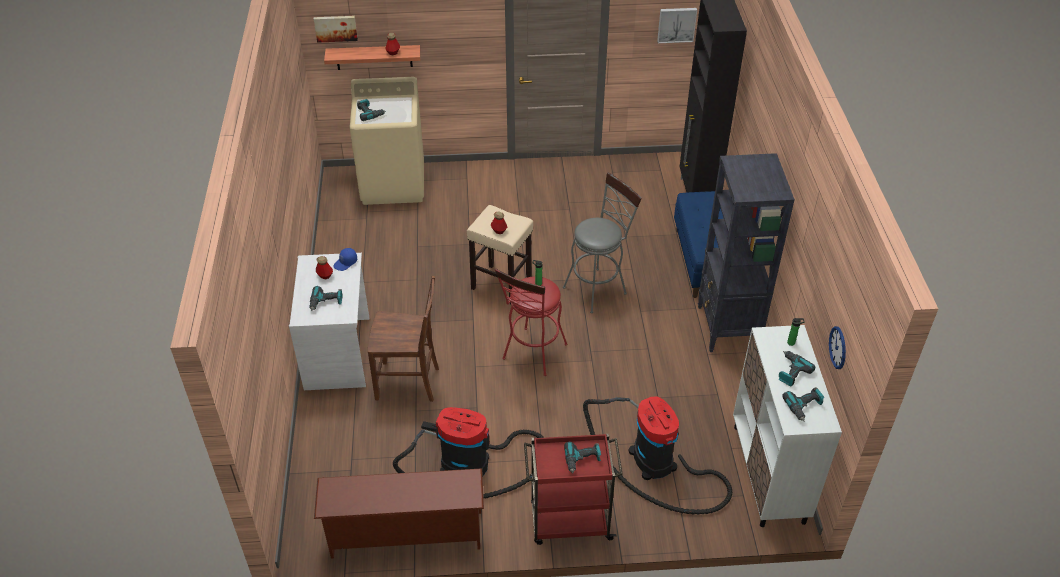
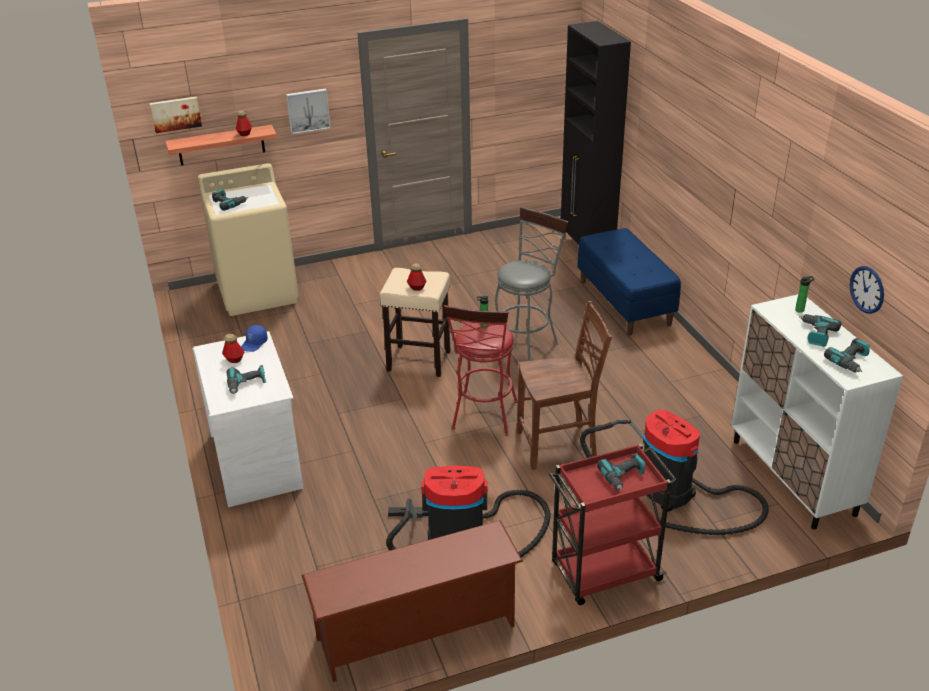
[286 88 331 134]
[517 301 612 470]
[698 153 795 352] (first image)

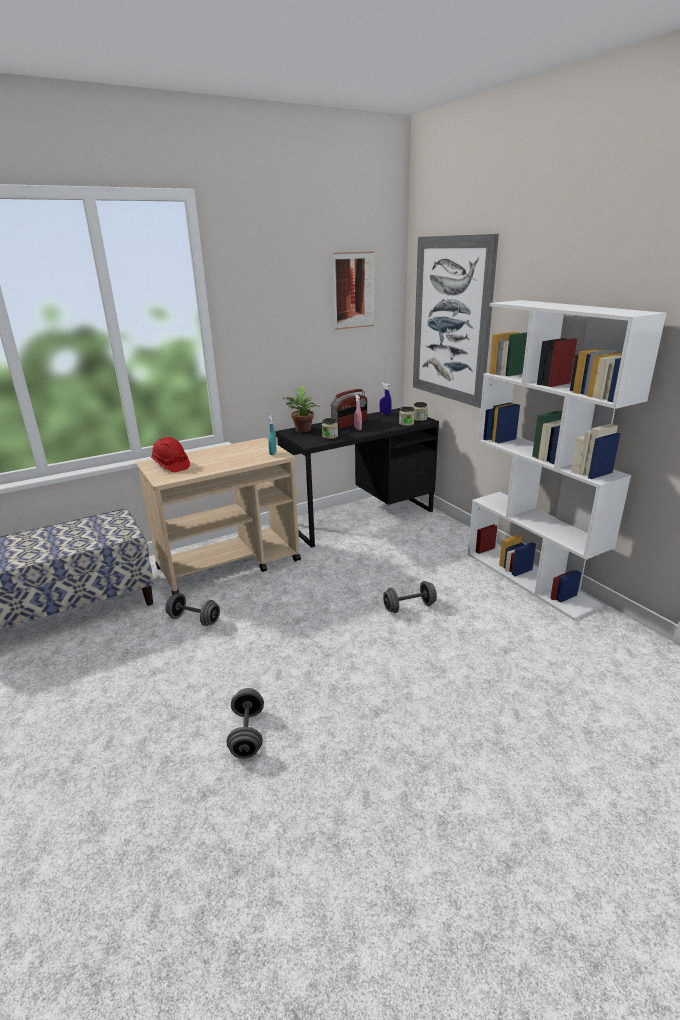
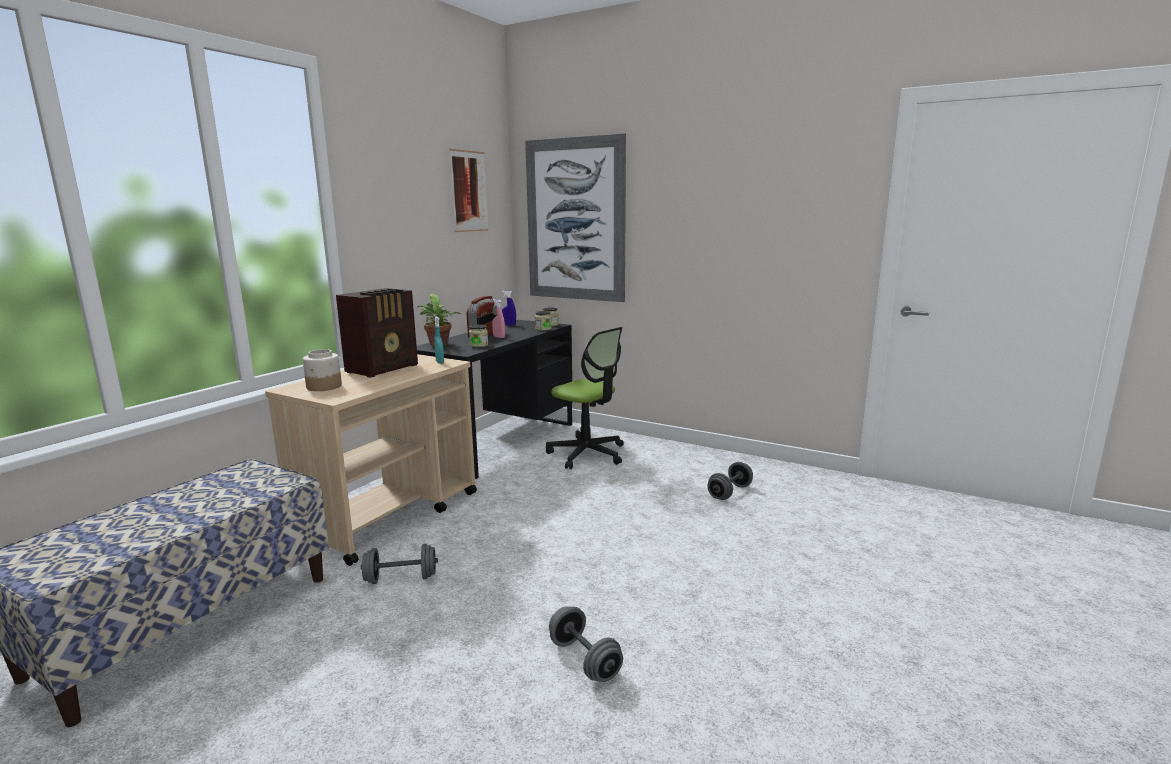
[303 349 342 391]
[336 288 418 378]
[546 327 624 469]
[707 462 753 500]
[468 300 667 621] (first image)

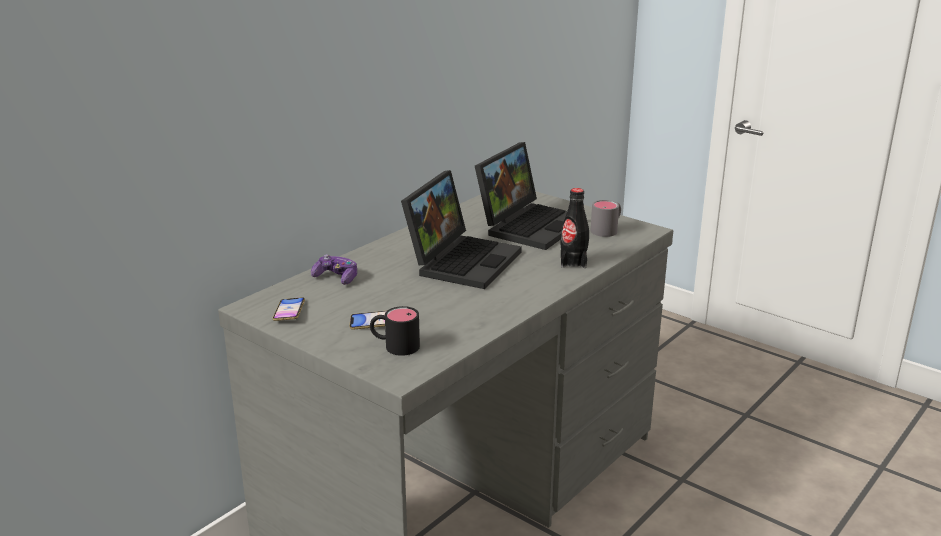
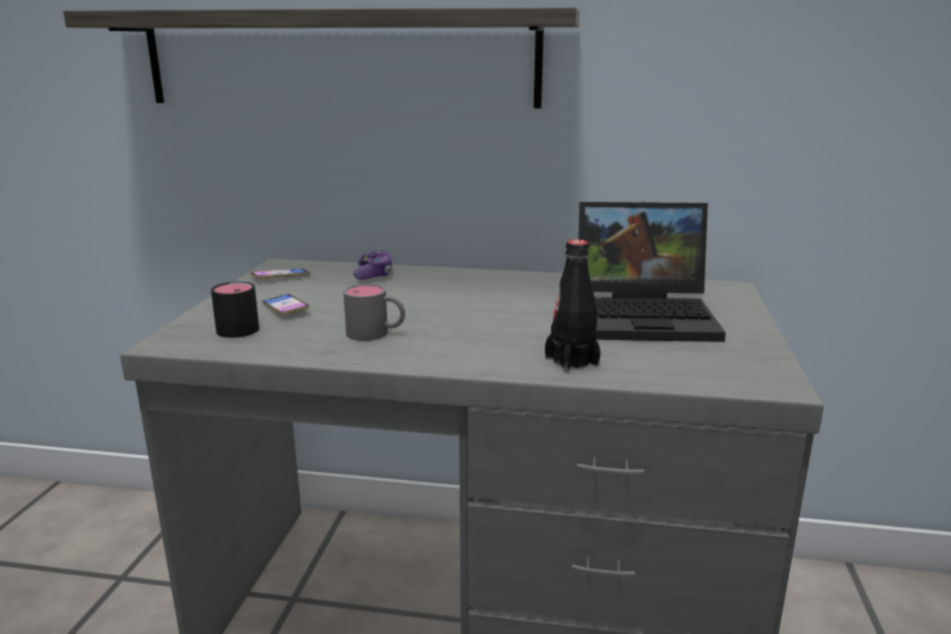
[63 7 580 108]
[343 284 405 341]
[401 170 522 289] (first image)

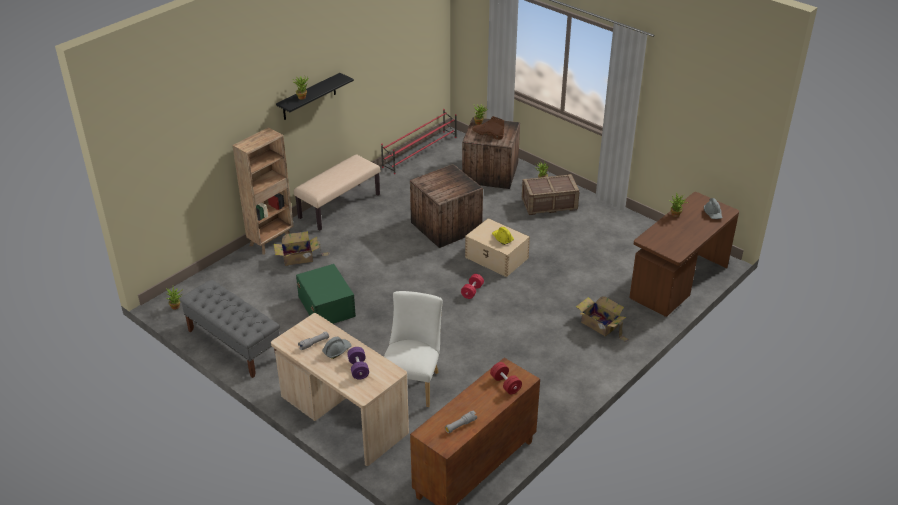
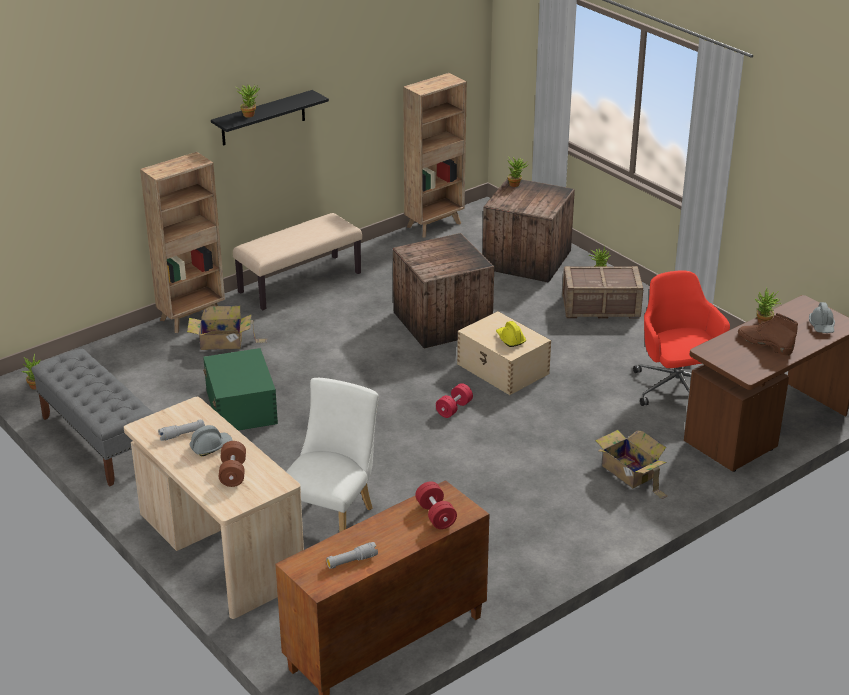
[219 441 246 487]
[403 73 467 238]
[633 270 730 406]
[738 313 798 355]

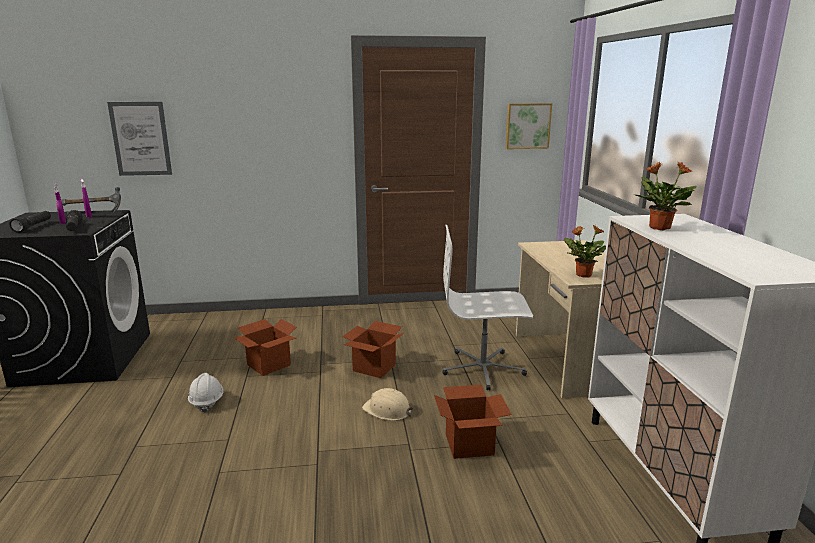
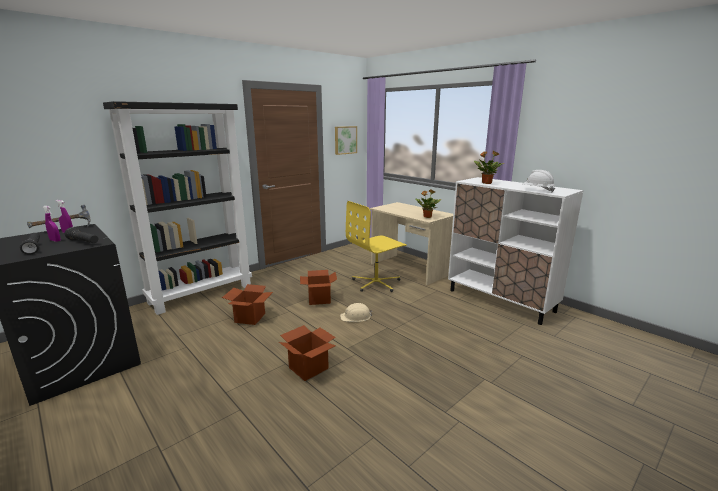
[103 101 252 315]
[279 325 336 381]
[346 201 407 292]
[522 170 555 192]
[107 102 172 176] (first image)

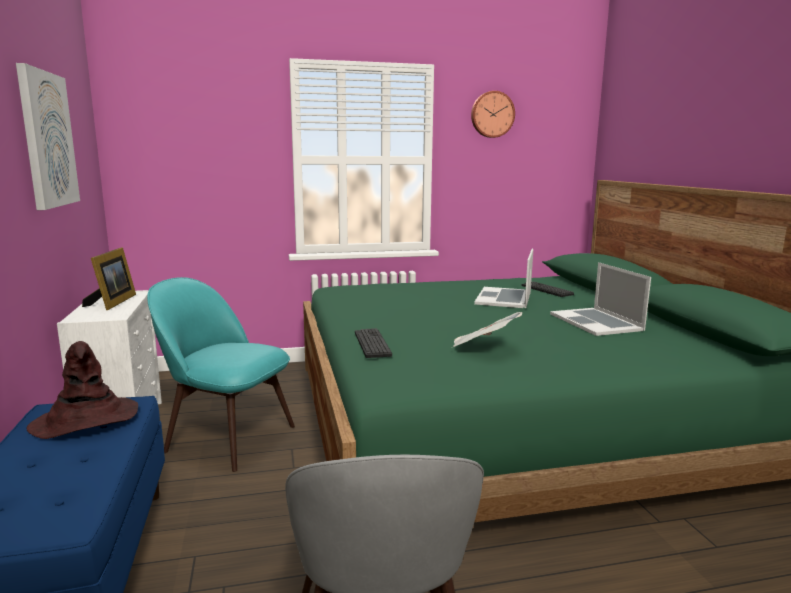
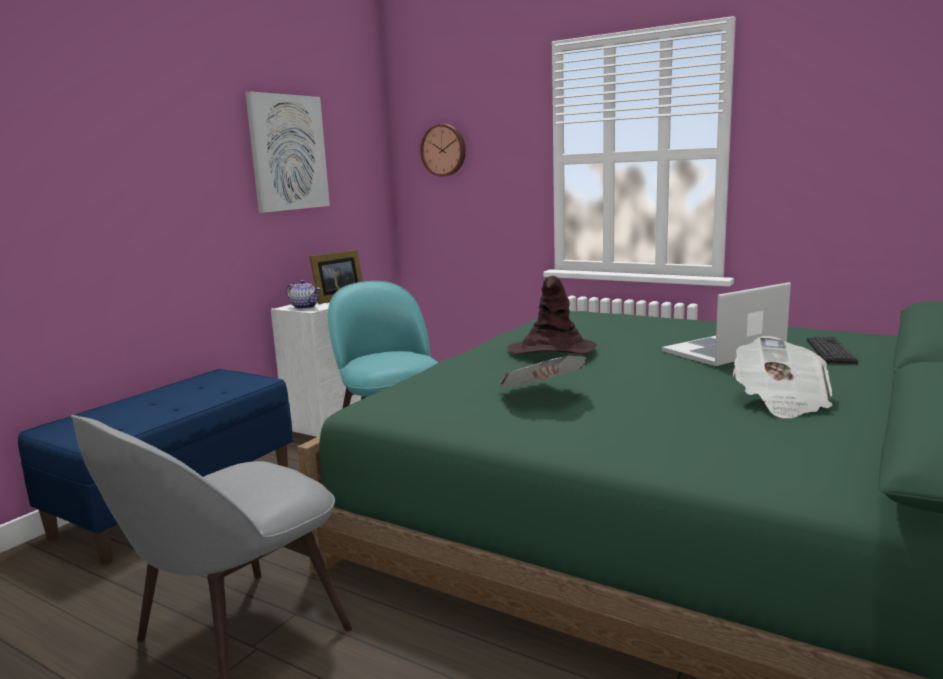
[286 280 320 309]
[420 124 466 177]
[507 276 597 354]
[733 336 832 418]
[355 328 392 358] (first image)

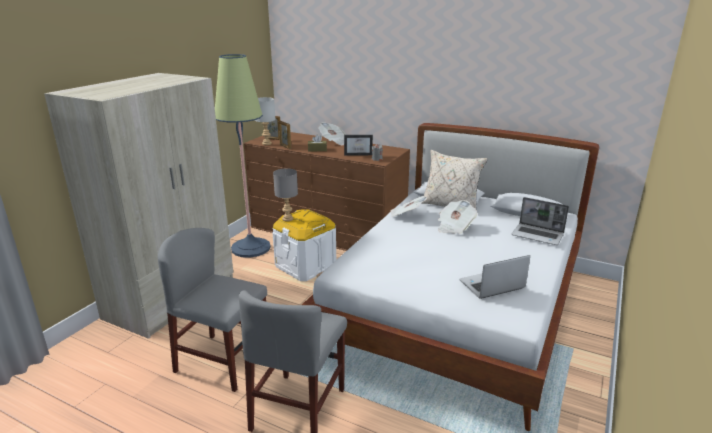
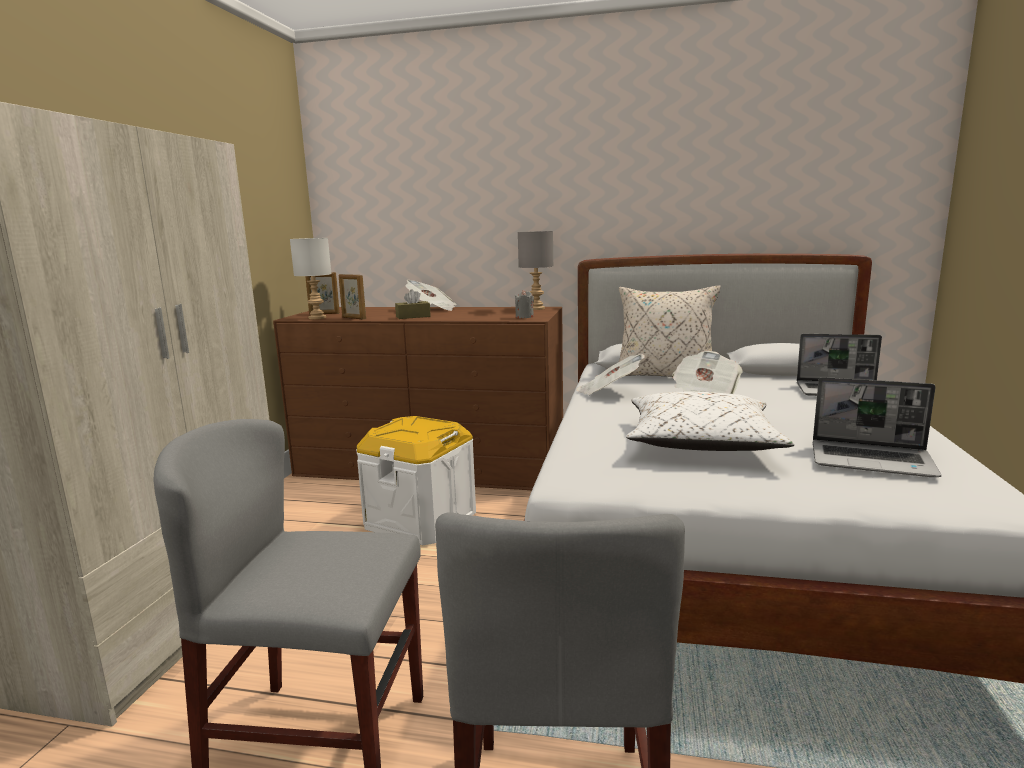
[518 231 553 310]
[626 392 794 451]
[813 377 941 477]
[215 54 271 258] (first image)
[344 135 373 156] (first image)

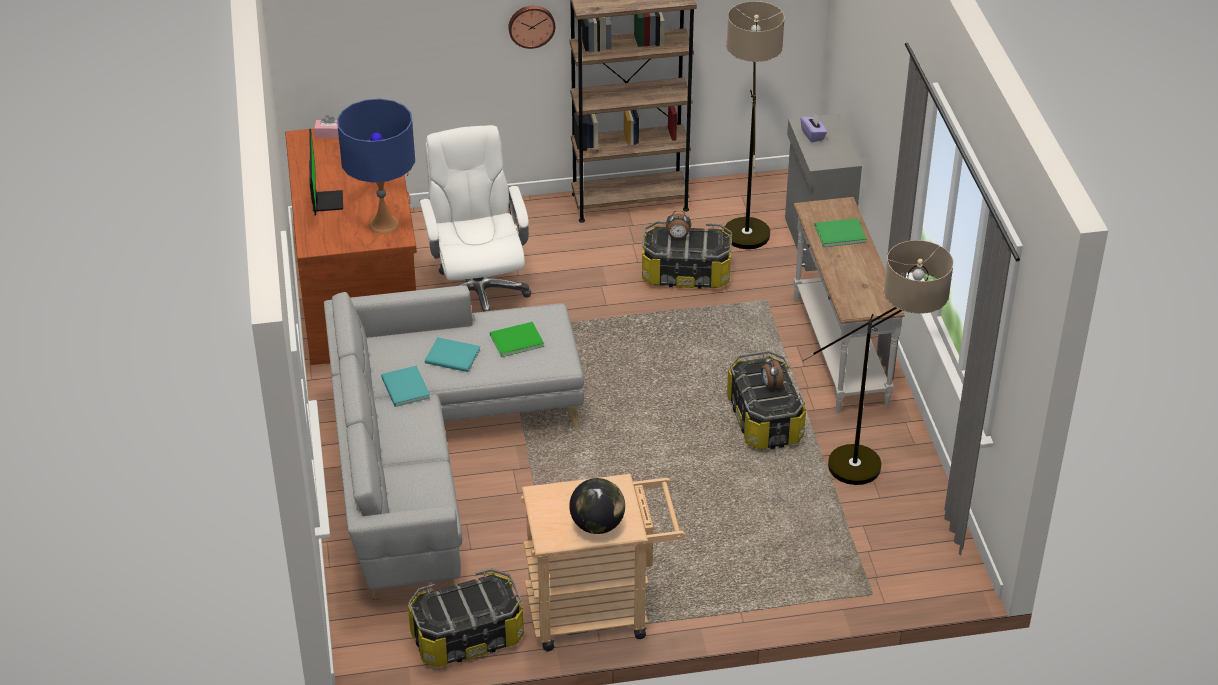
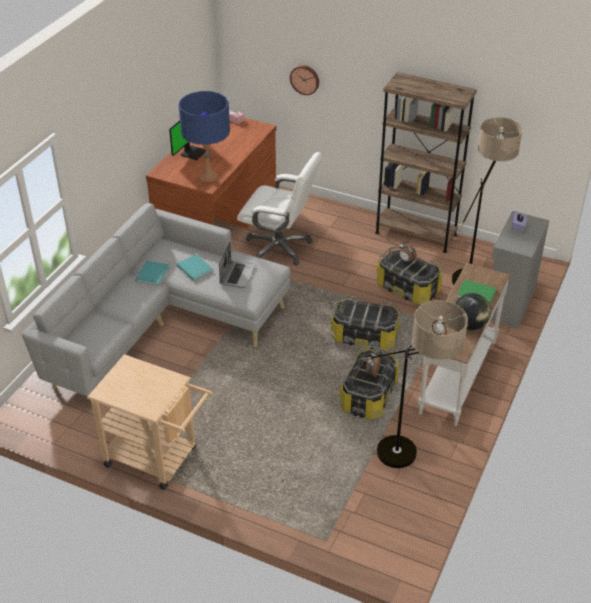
[219 242 256 288]
[237 152 322 265]
[290 65 319 95]
[331 295 400 350]
[455 293 491 330]

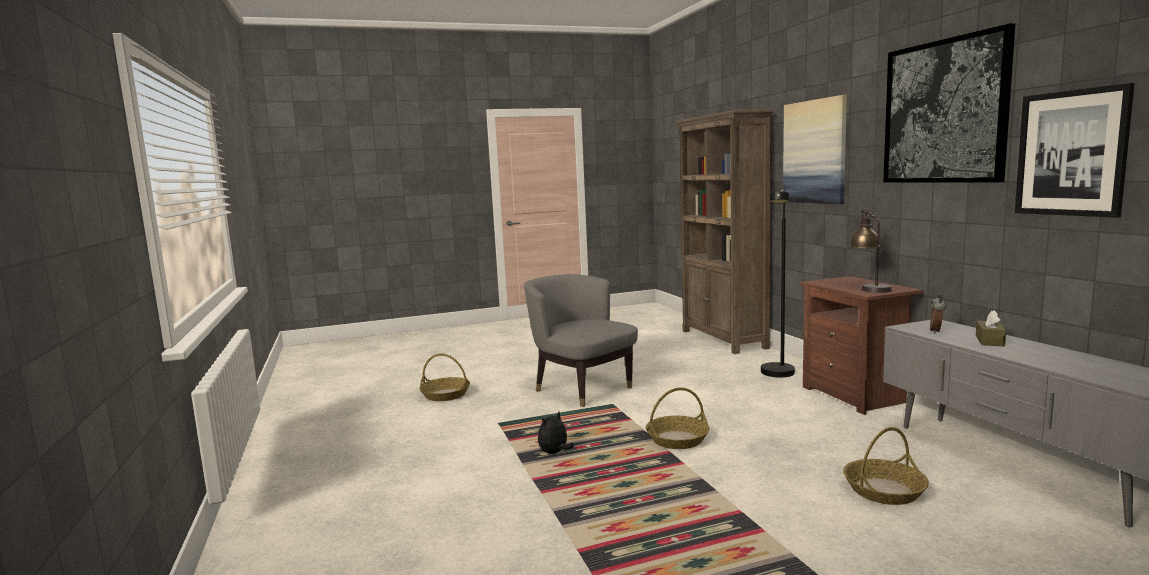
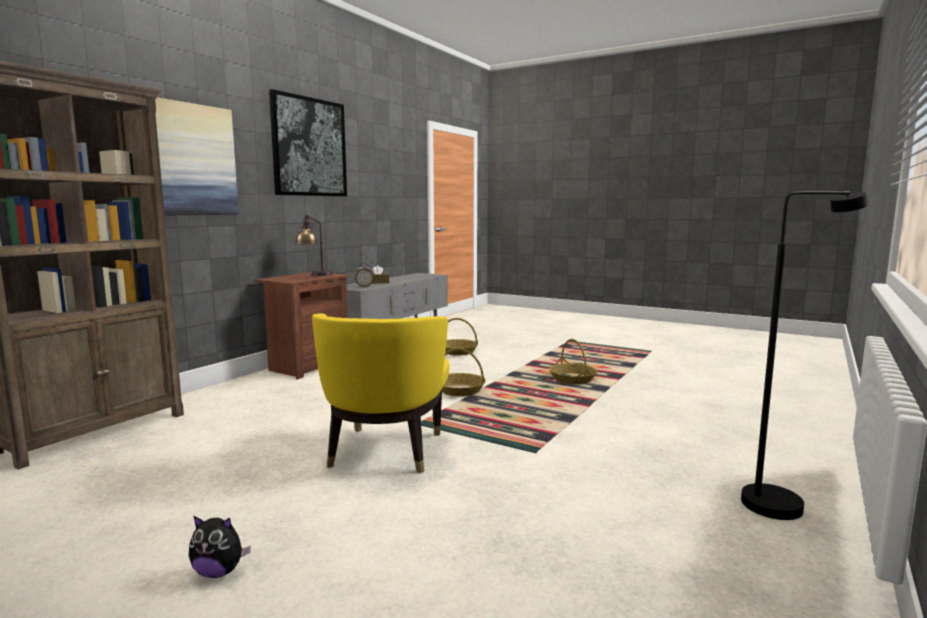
[189 516 251 578]
[312 313 449 473]
[549 339 598 384]
[741 191 868 520]
[1015 83 1135 218] (first image)

